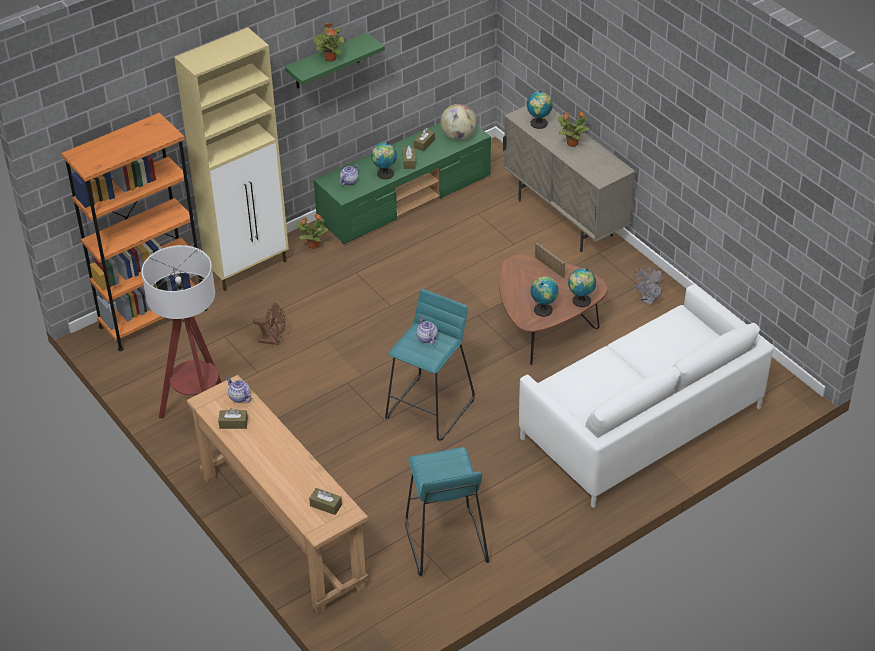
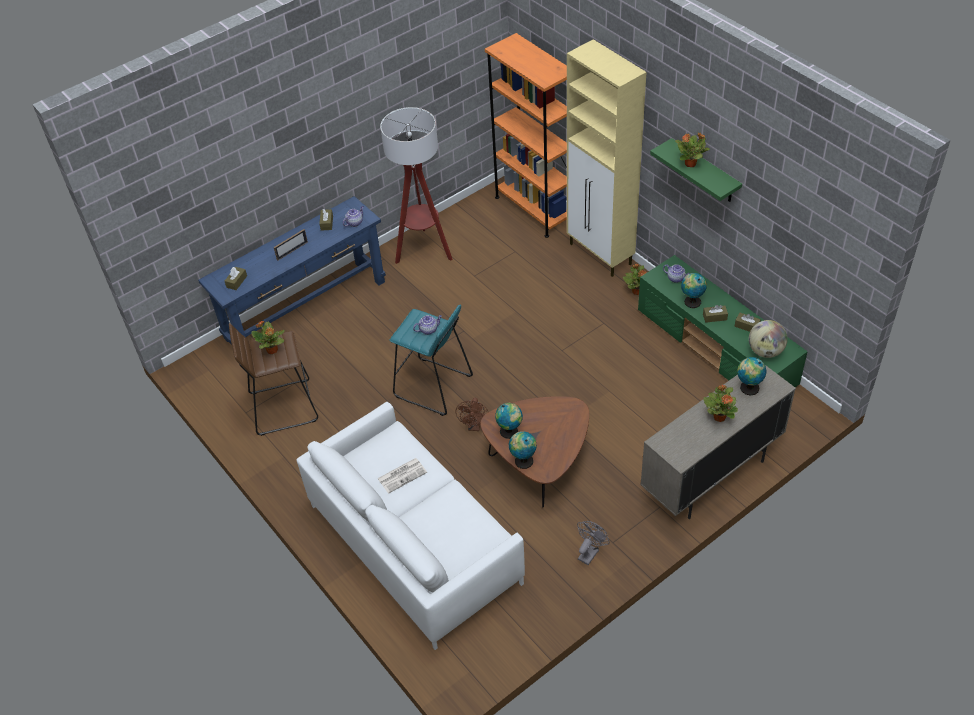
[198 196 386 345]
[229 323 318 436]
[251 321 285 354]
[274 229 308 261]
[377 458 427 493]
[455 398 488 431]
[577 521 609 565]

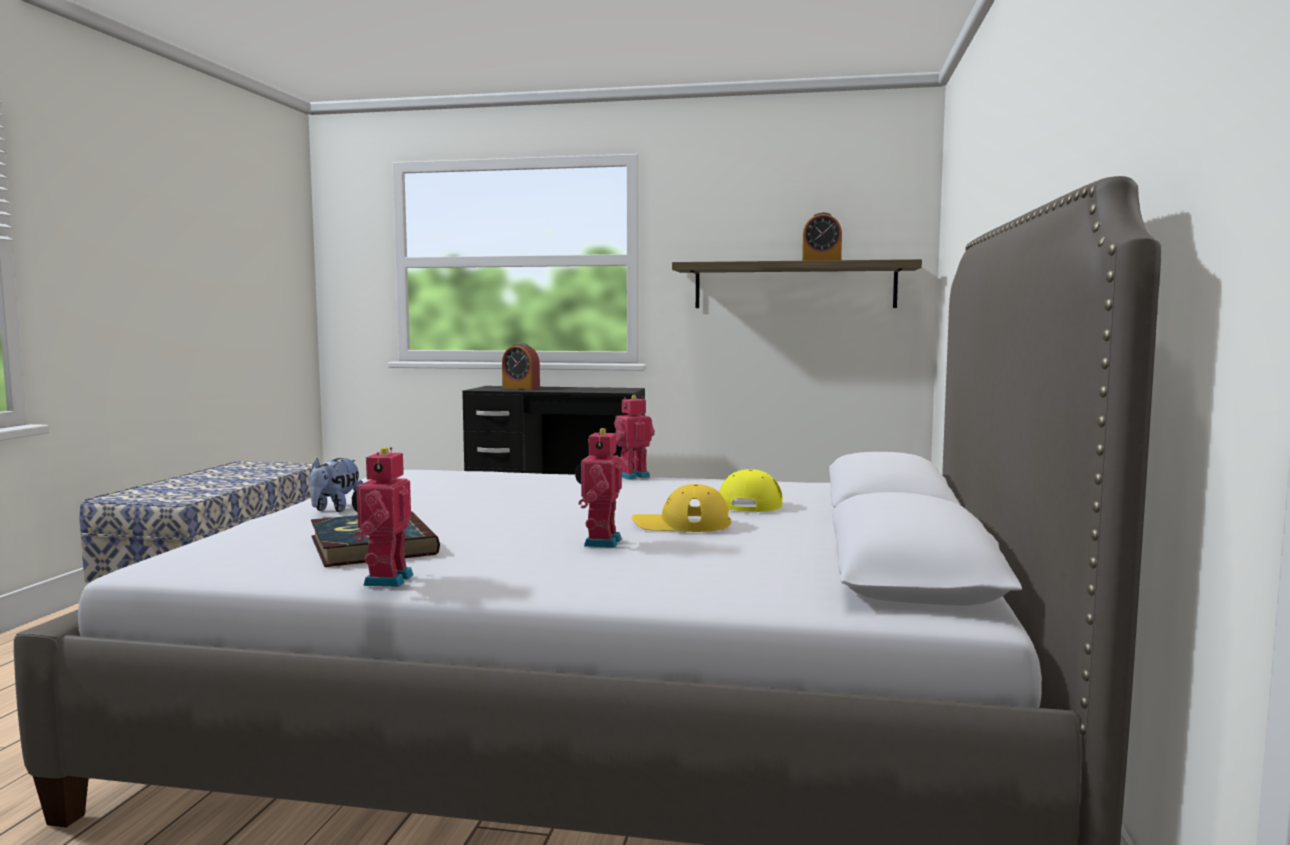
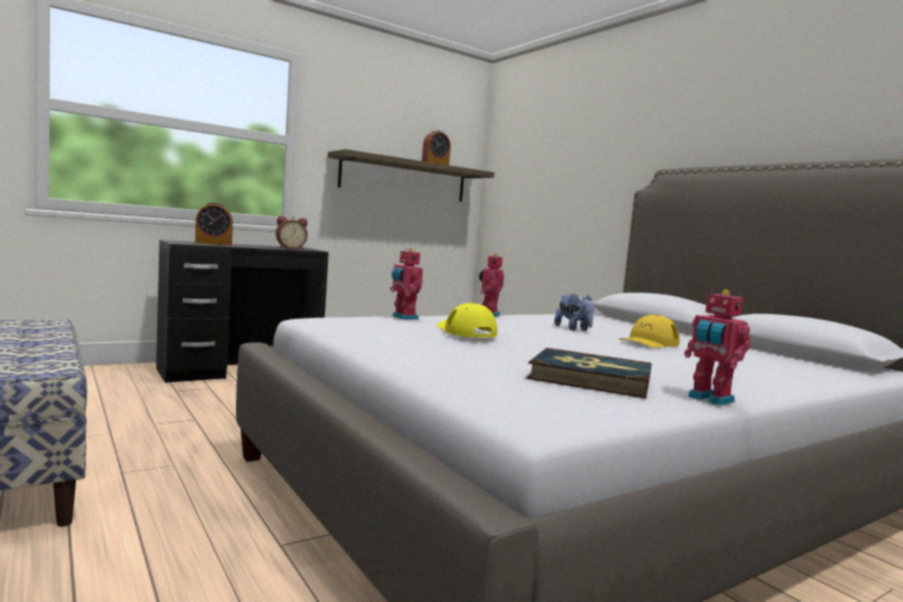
[276 216 308 250]
[390 248 423 320]
[437 303 497 338]
[554 294 594 331]

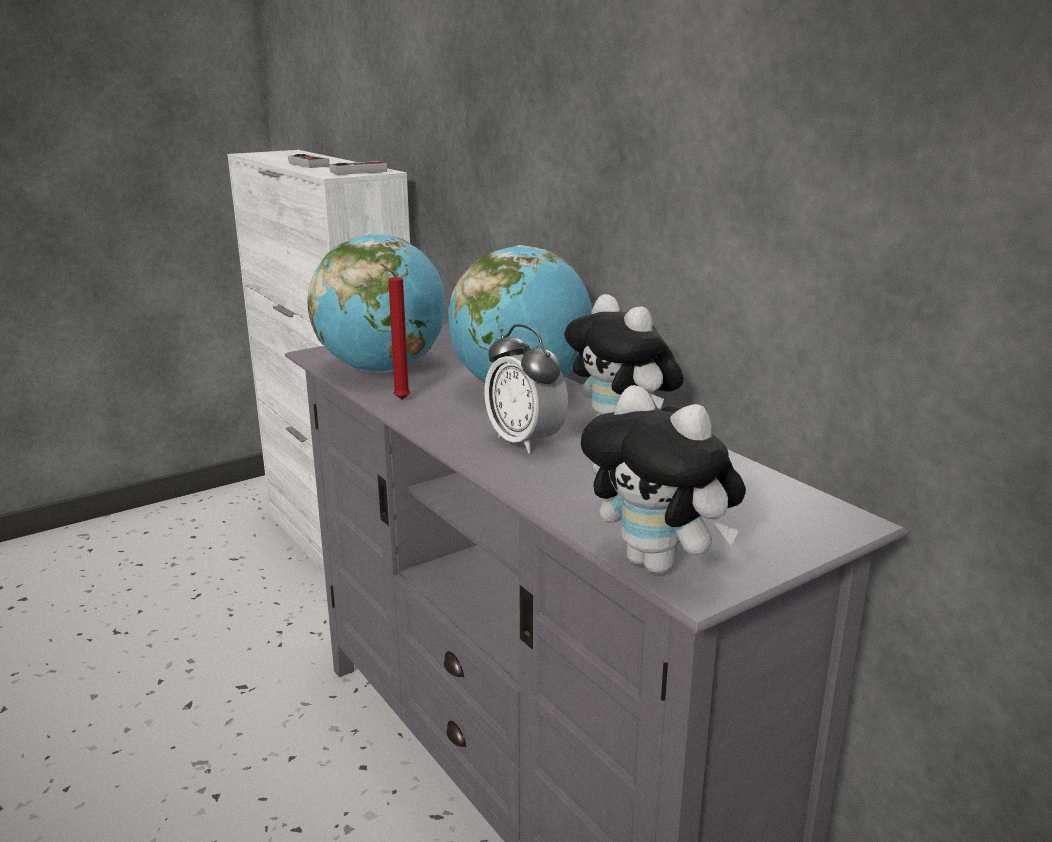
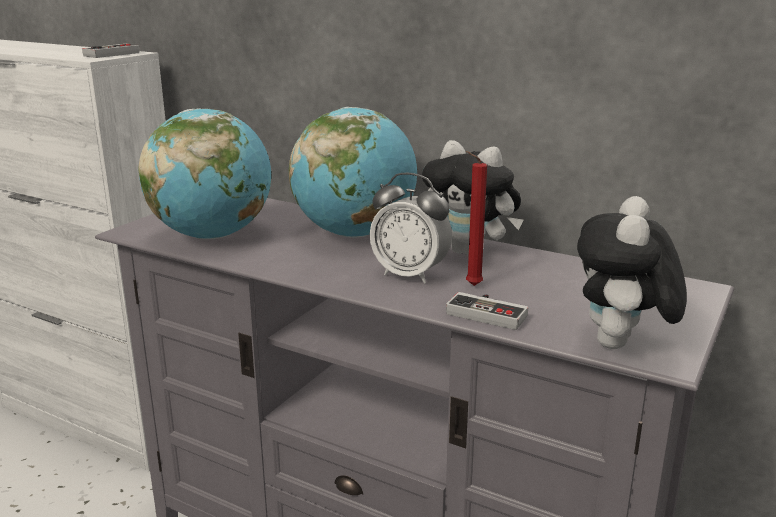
[446 292 528 330]
[466 151 487 286]
[577 196 687 349]

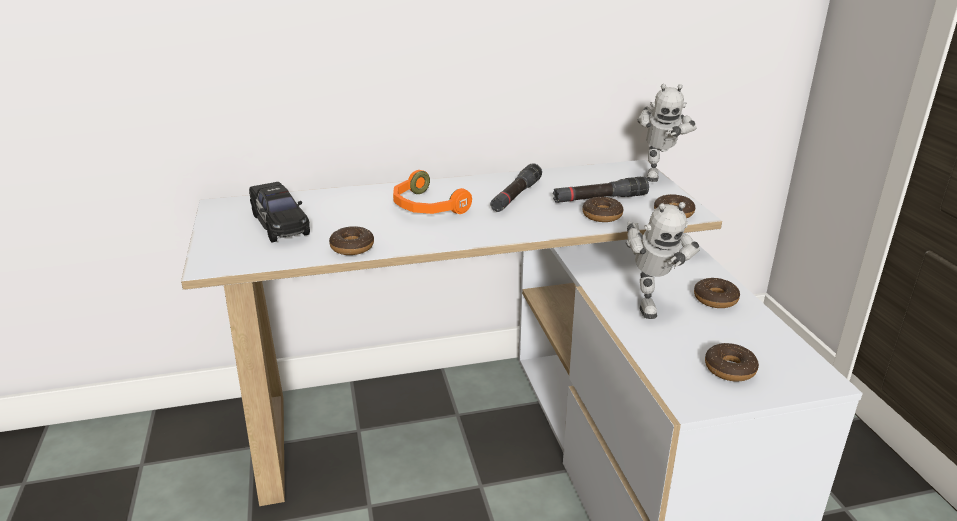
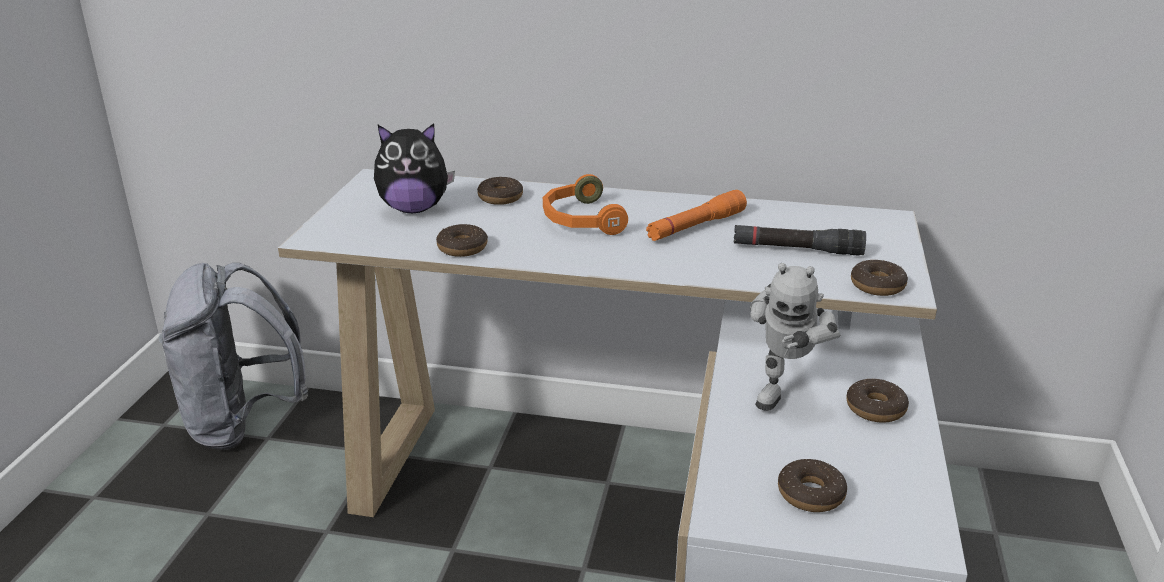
[158 263 308 450]
[374 123 455 213]
[477 177 523 205]
[646 190 747 241]
[638 84 696 182] (first image)

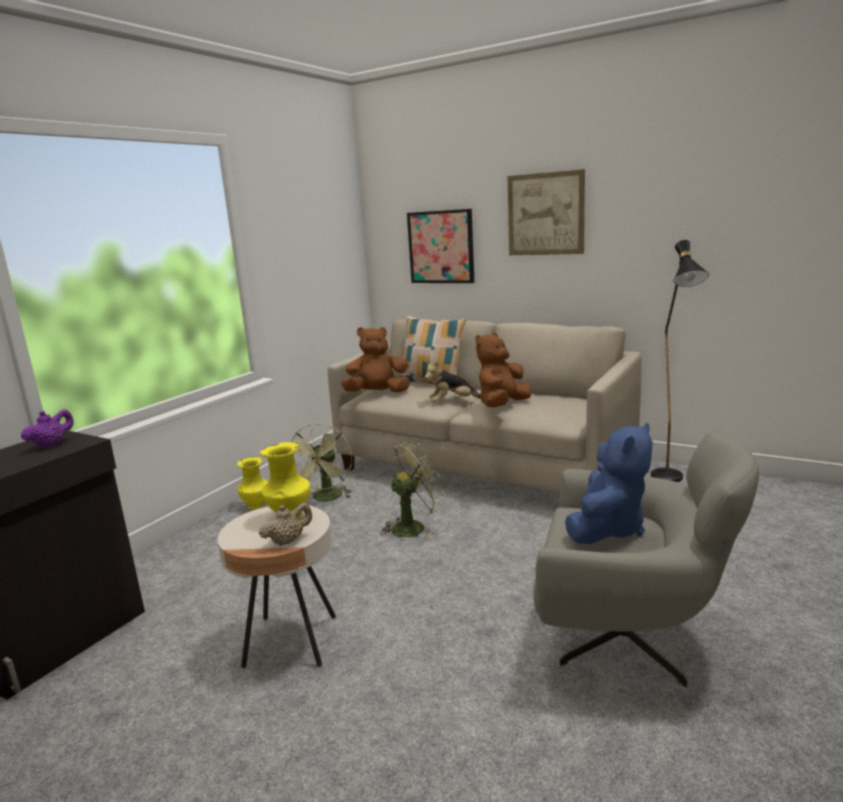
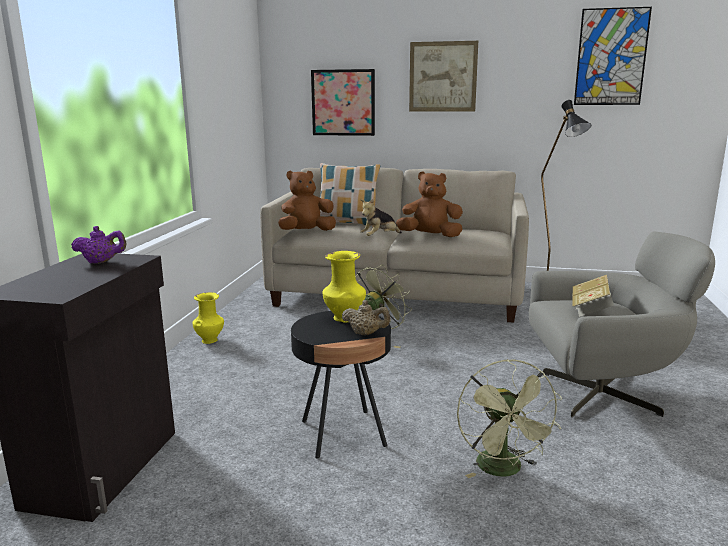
[71 226 127 264]
[291 311 391 459]
[342 300 390 335]
[396 172 463 237]
[457 359 562 478]
[572 275 614 317]
[574 7 652 105]

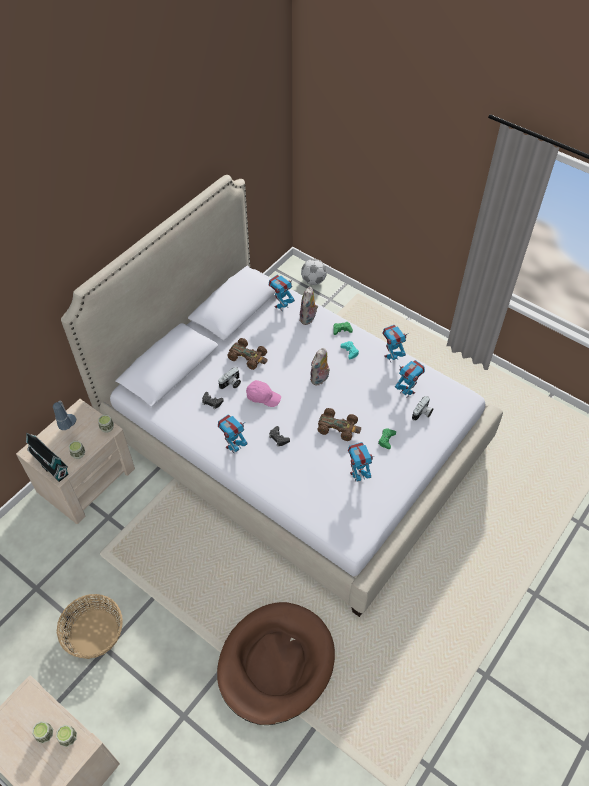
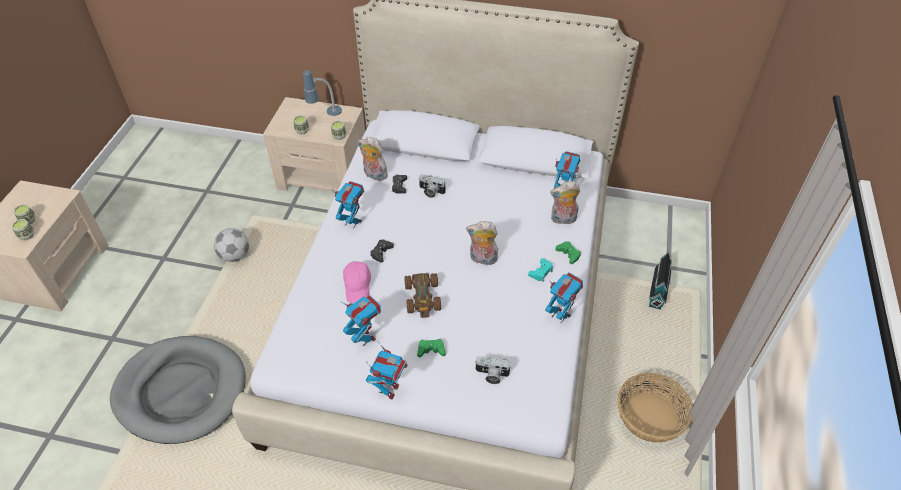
[110 336 246 444]
[214 228 249 262]
[343 261 371 303]
[358 136 389 181]
[366 340 408 399]
[618 373 693 443]
[649 251 672 309]
[227 338 267 370] (first image)

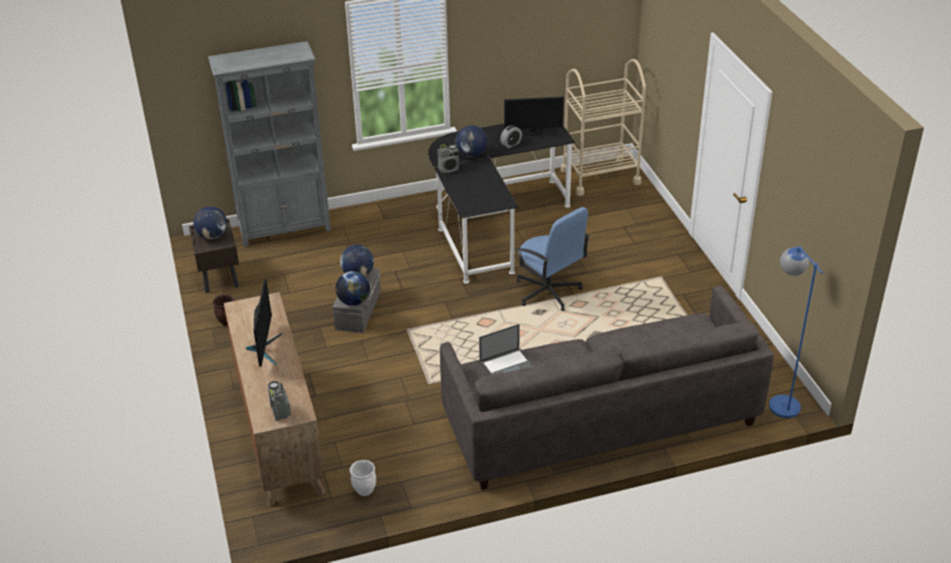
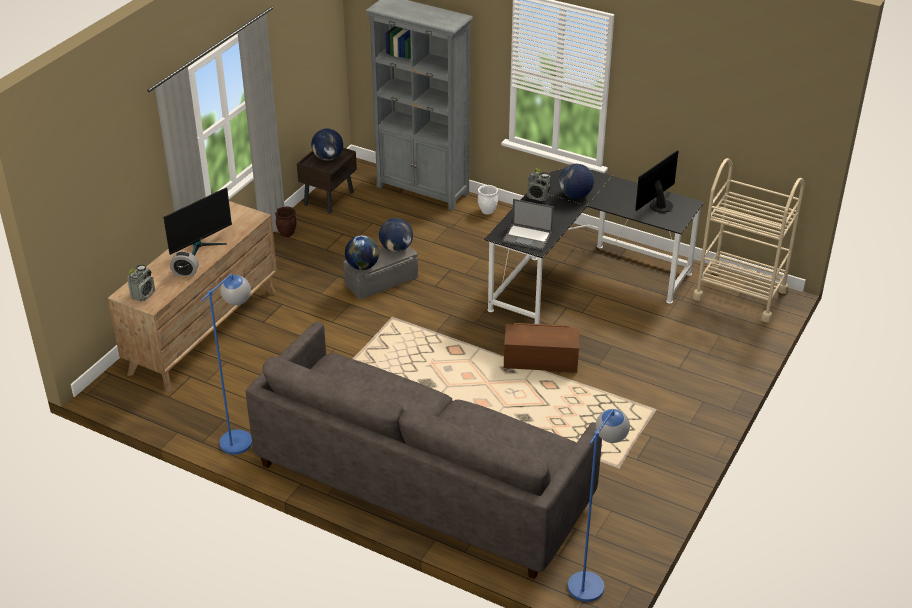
[170 251 199 276]
[201 273 252 455]
[478 185 498 215]
[502 199 554 251]
[504 323 579 373]
[635 150 679 213]

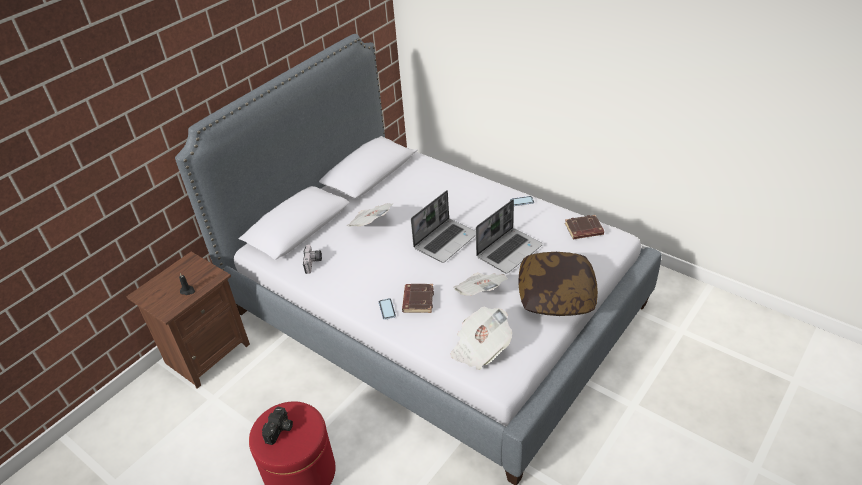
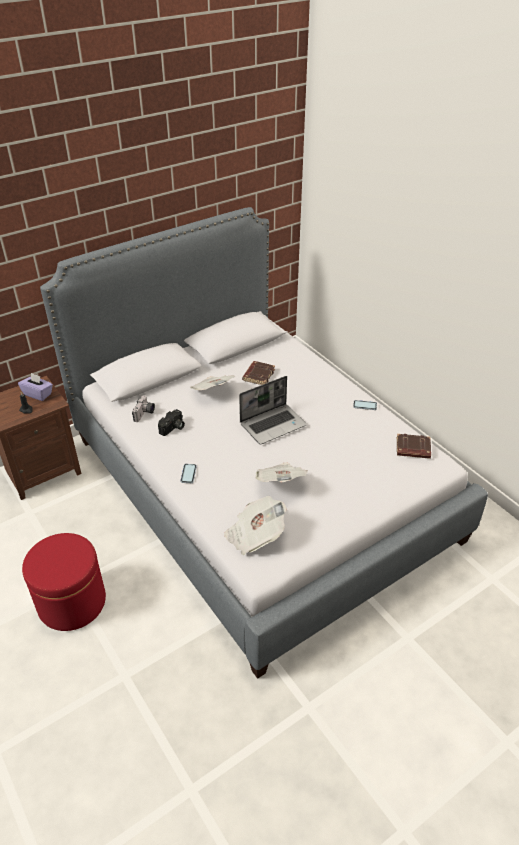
[18 373 53 401]
[158 409 185 436]
[242 361 275 385]
[476 199 543 274] (first image)
[518 252 598 316] (first image)

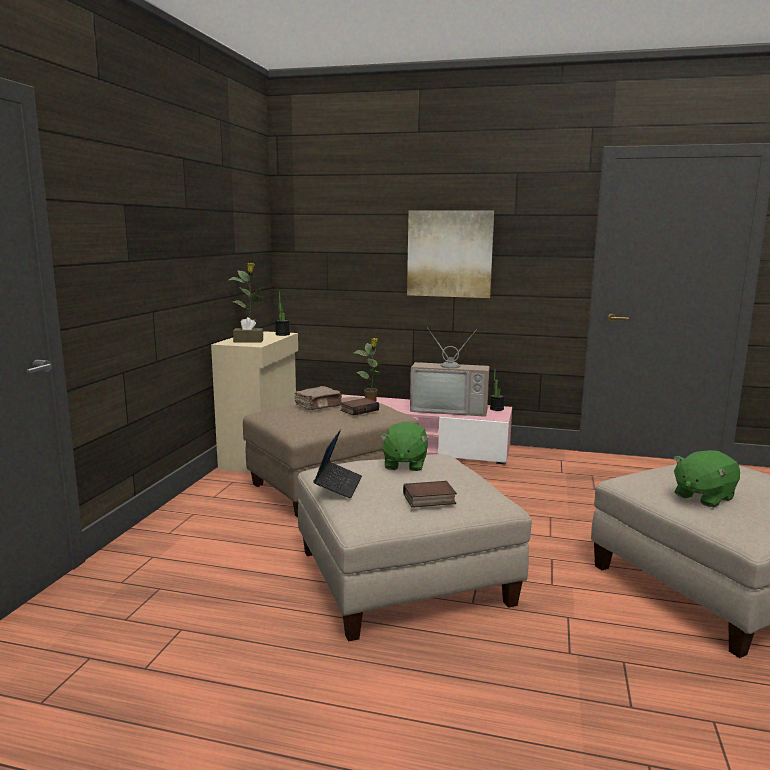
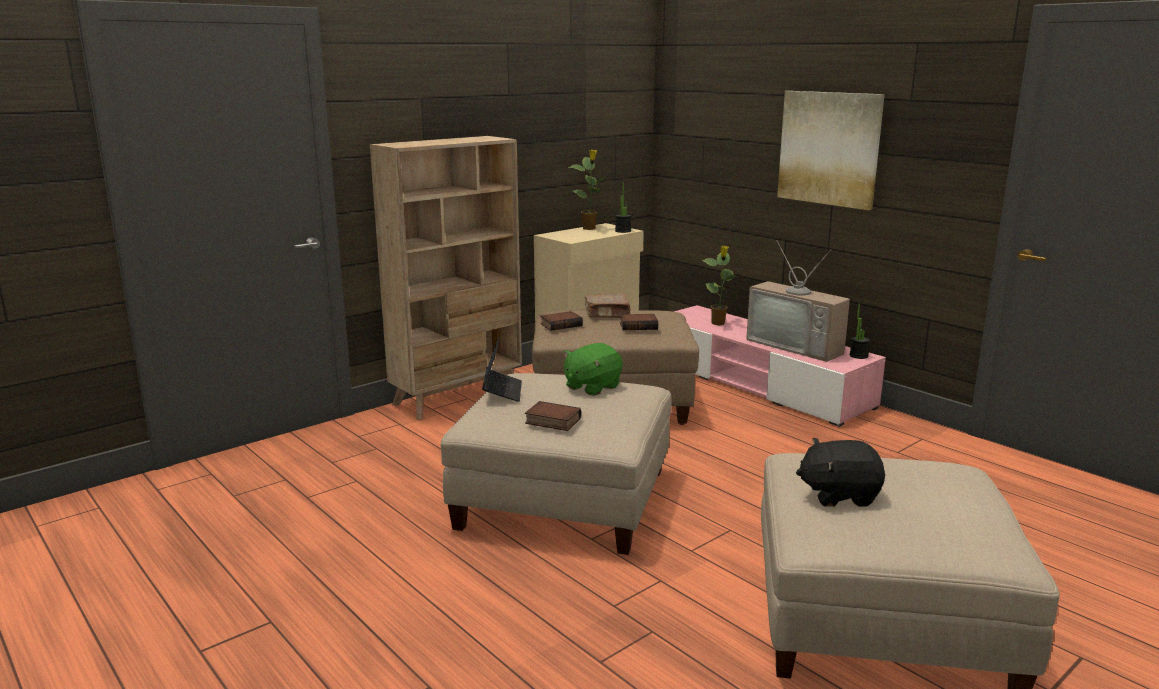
[370 136 522 420]
[482 337 522 402]
[540 311 583 331]
[796 438 885 507]
[233 317 263 343] (first image)

